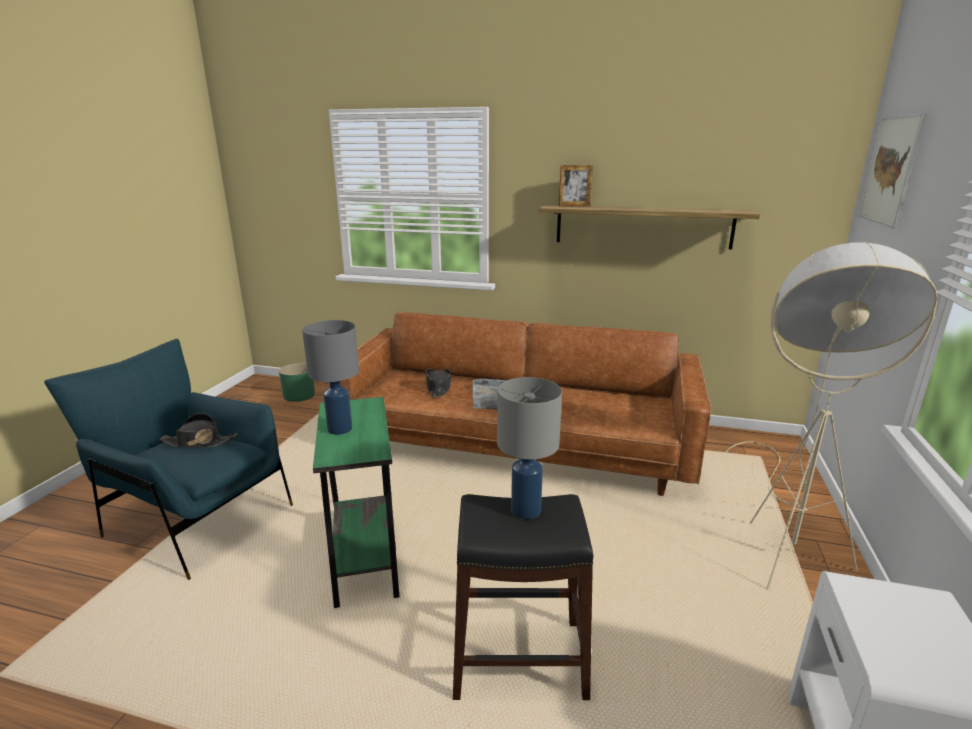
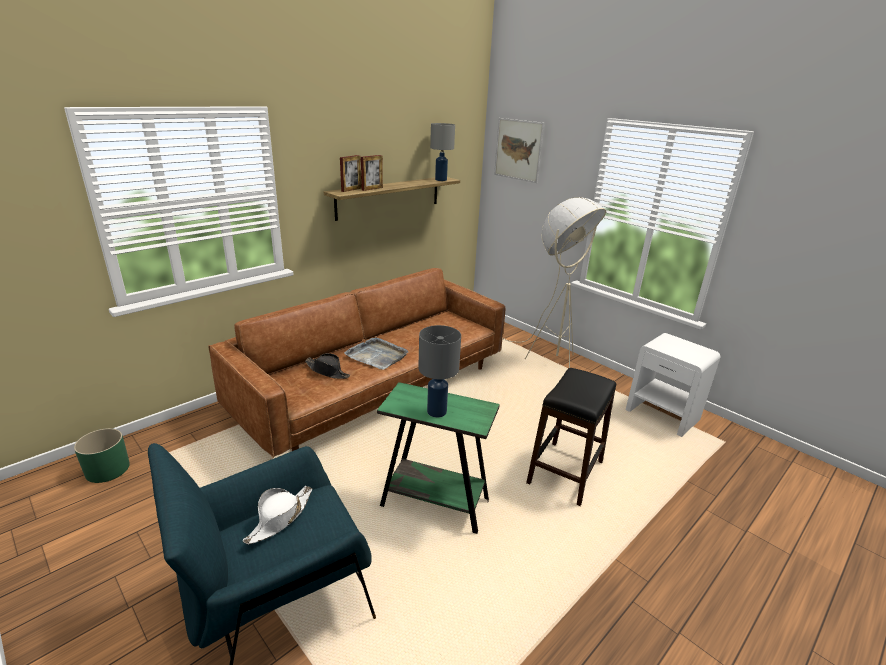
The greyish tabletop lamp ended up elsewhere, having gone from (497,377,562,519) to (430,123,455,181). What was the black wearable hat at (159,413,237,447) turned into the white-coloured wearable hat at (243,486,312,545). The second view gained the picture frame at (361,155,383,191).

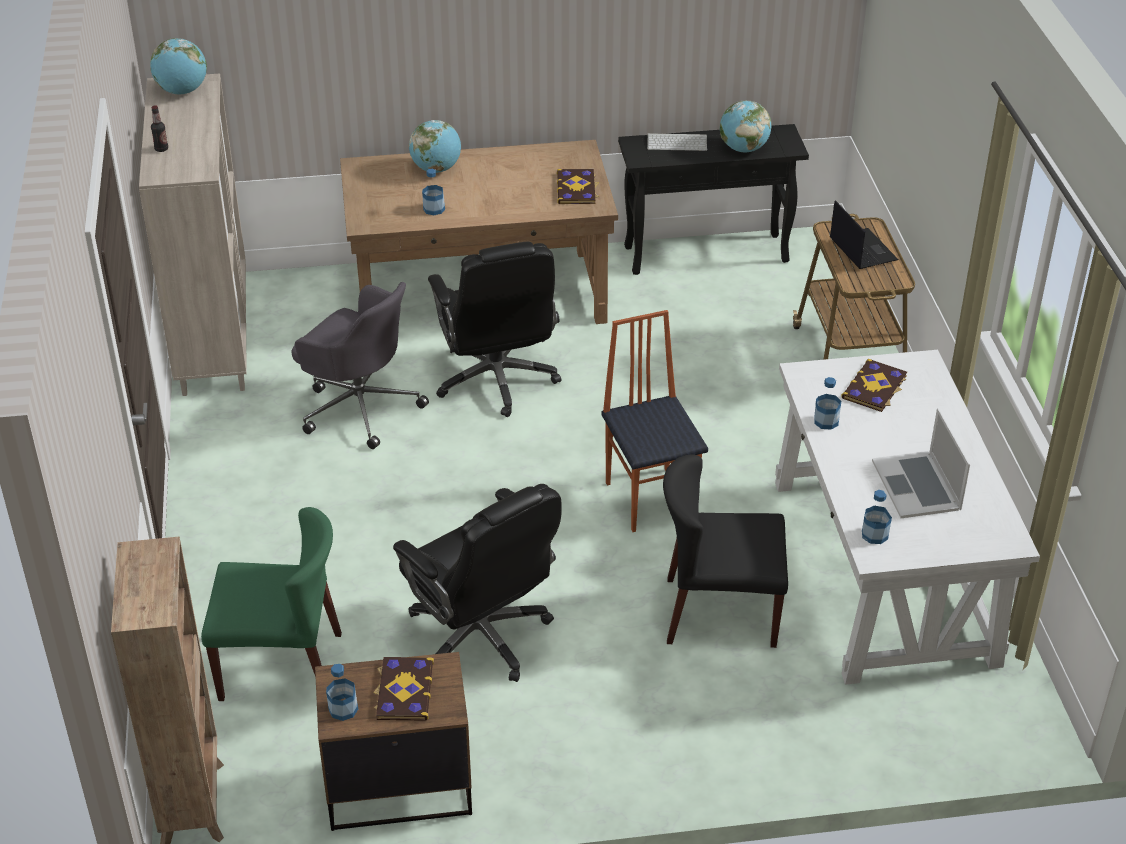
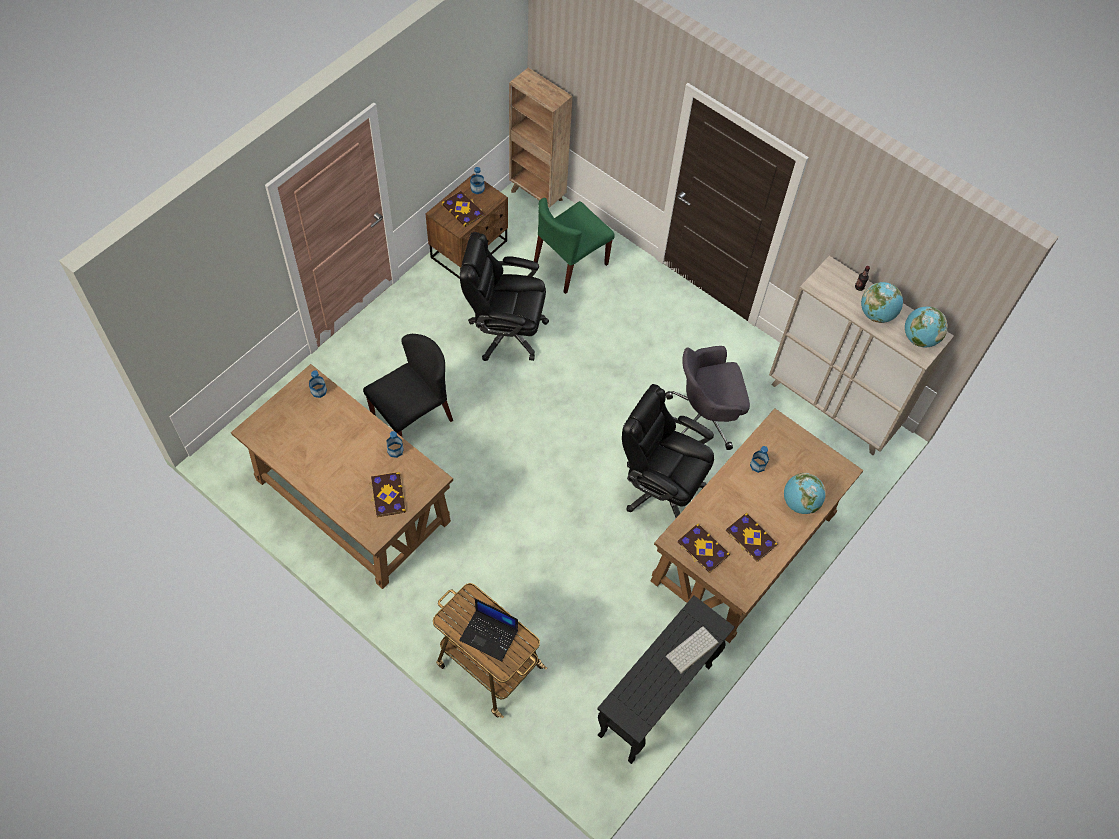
The desk globe ended up elsewhere, having gone from (720,100,772,152) to (861,282,903,323). The second view lost the upright chair at (601,310,708,532). What was the white-coloured desk unit at (775,350,1040,685) turned into the brownish desk unit at (231,364,453,589). The second view lost the notebook computer at (872,408,970,518). The second view gained the volume at (726,513,778,562).

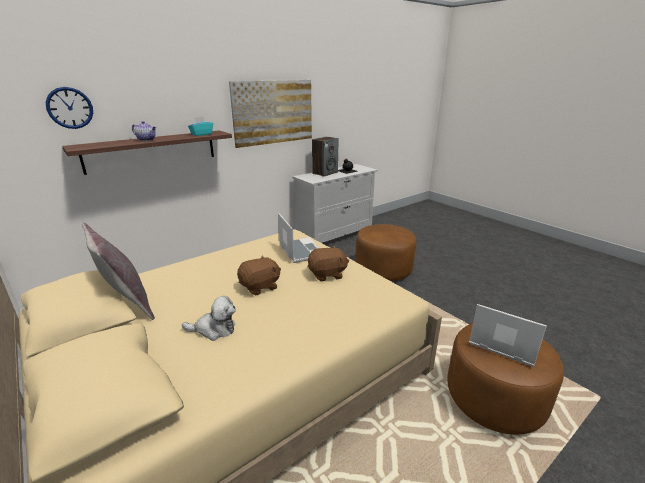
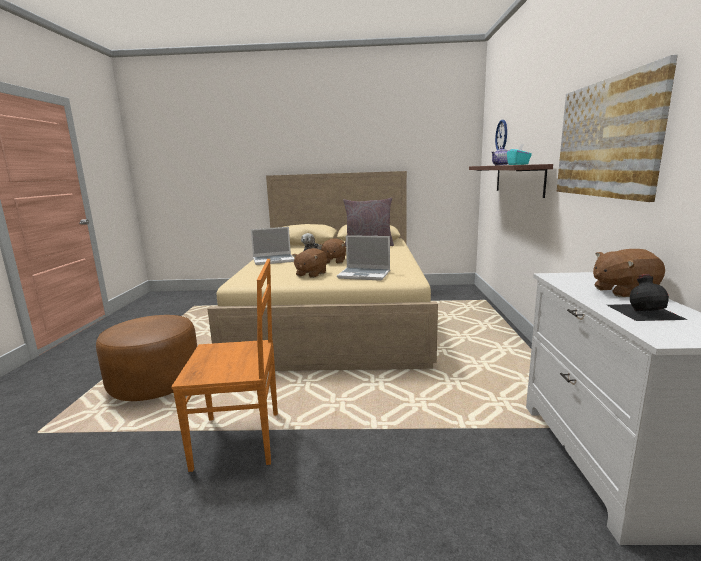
Where the audio speaker stood at (312,137,338,177), the brownish soft toy came to stand at (593,249,665,297). The second view lost the brownish footrest at (355,224,416,281). The notebook computer ended up elsewhere, having gone from (469,304,547,366) to (251,227,295,265). The second view gained the brownish upright chair at (171,259,278,472).

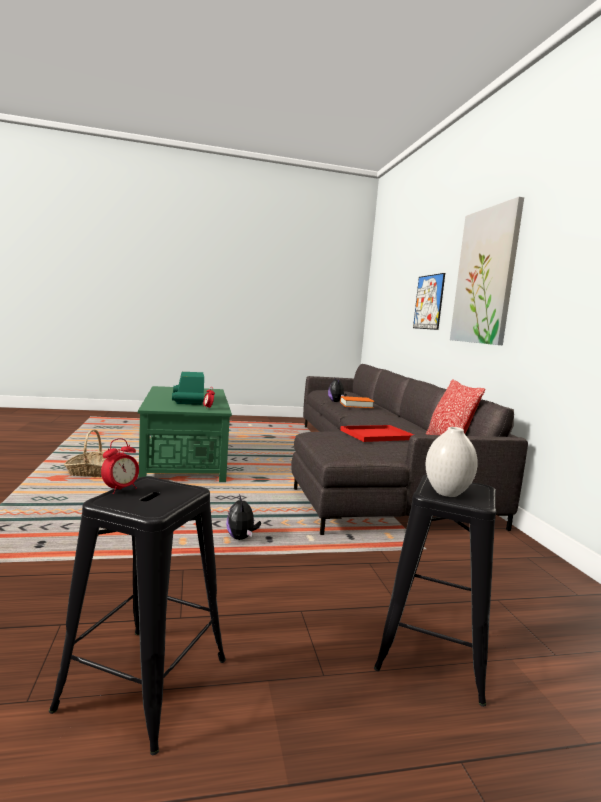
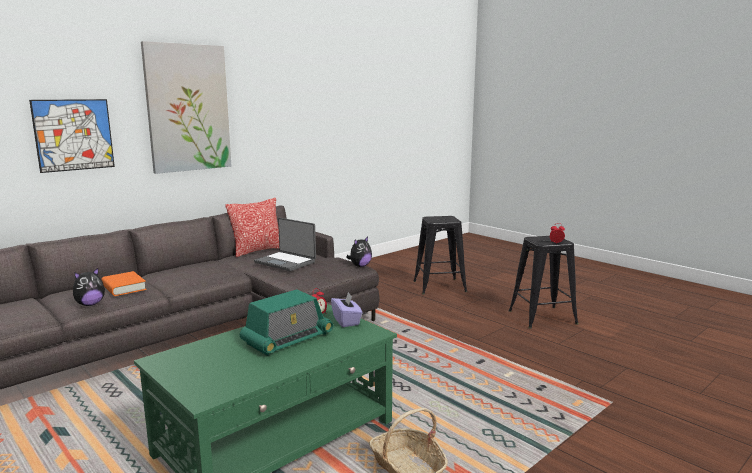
Where the red-coloured carrying tray stood at (340,425,414,442), the notebook computer came to stand at (254,218,316,271). The second view lost the white-coloured decorative vase at (426,427,478,497). The soft toy ended up elsewhere, having gone from (226,494,261,540) to (346,237,372,267). The second view gained the purple-coloured box of tissues at (331,291,363,327).

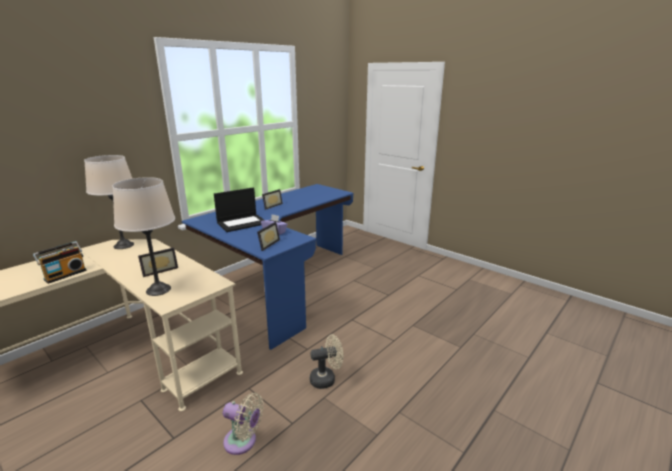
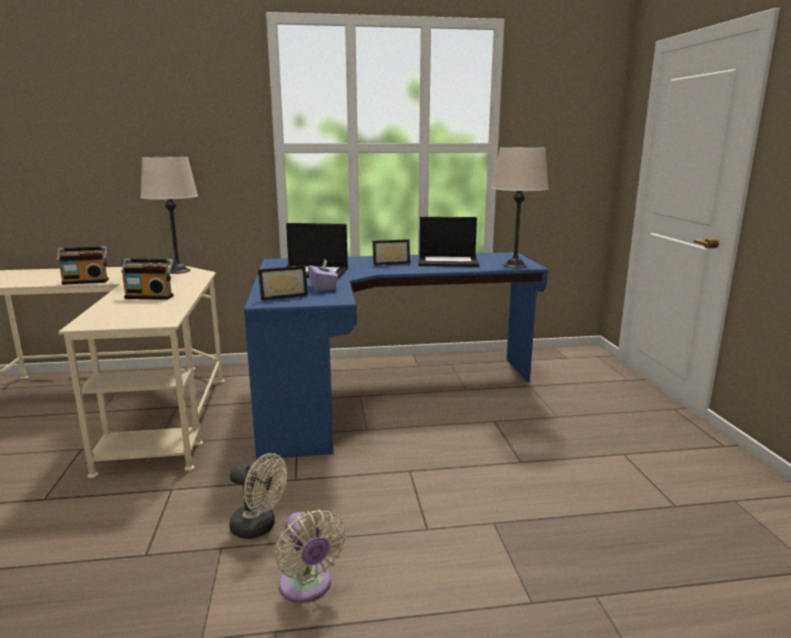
The beige tabletop lamp ended up elsewhere, having gone from (112,177,175,296) to (492,147,549,268). Where the picture frame stood at (138,248,178,277), the radio receiver came to stand at (121,258,174,300). The beige cooling fan ended up elsewhere, having gone from (223,393,264,455) to (275,510,346,603). The second view gained the notebook computer at (419,217,479,267).

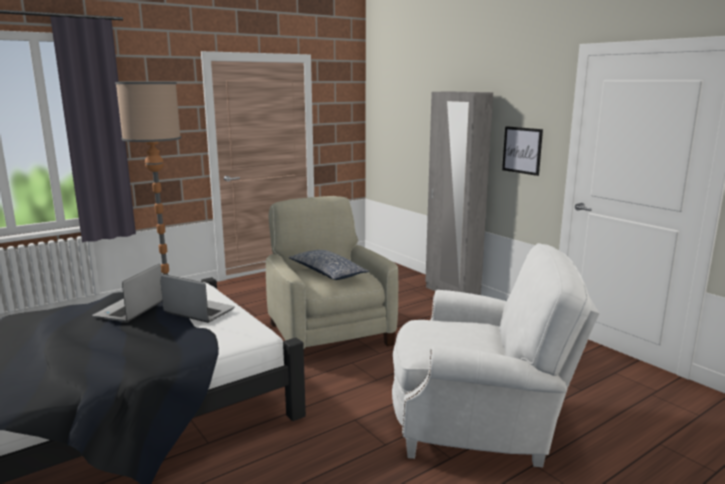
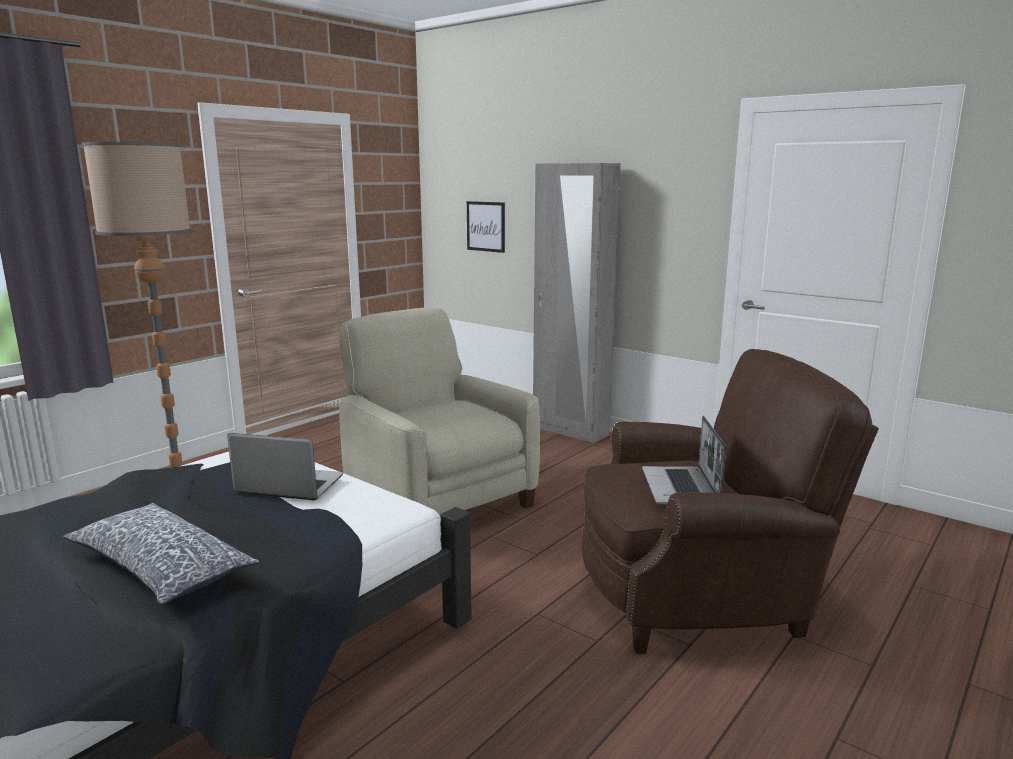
The picture ended up elsewhere, having gone from (502,126,543,176) to (467,201,505,253). What was the white-coloured lounge chair at (392,243,600,467) turned into the brownish lounge chair at (582,349,879,654). The pillow ended up elsewhere, having gone from (288,250,369,280) to (63,503,259,604). The notebook computer ended up elsewhere, having gone from (92,264,163,322) to (642,416,726,505).

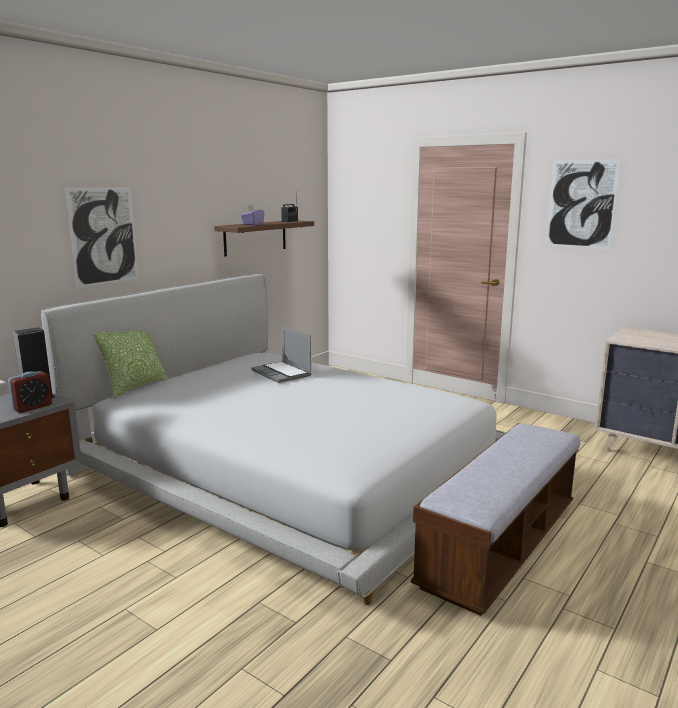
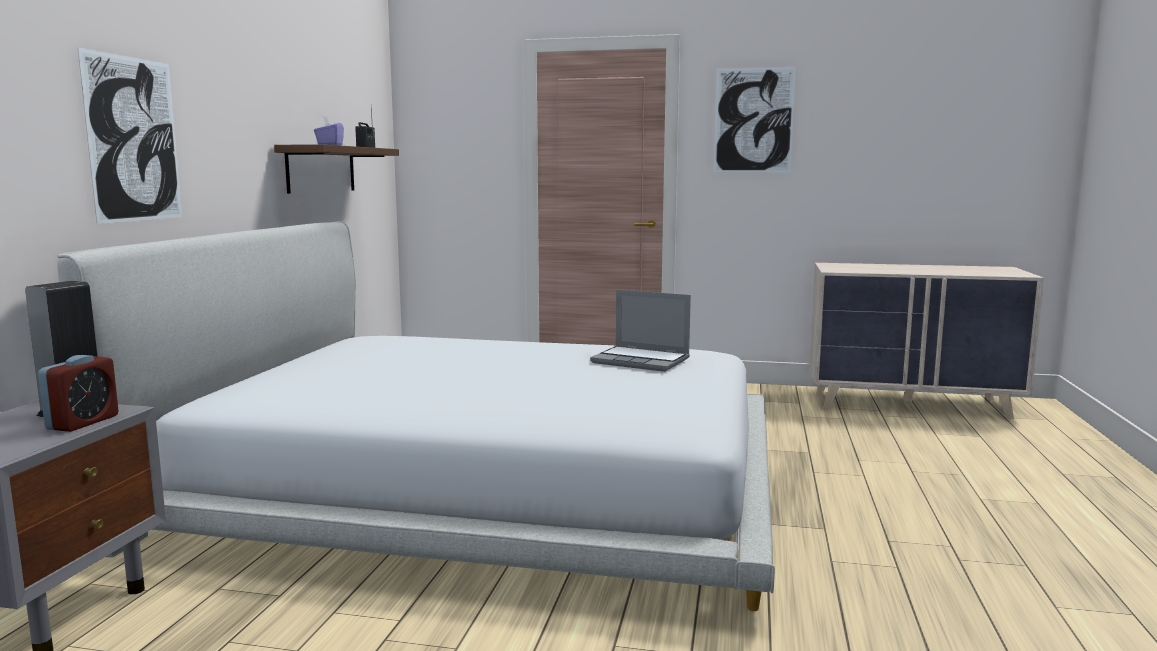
The notebook computer ended up elsewhere, having gone from (251,326,312,383) to (590,290,691,372). The second view lost the pillow at (93,330,168,398). The second view lost the bench at (411,423,580,616).

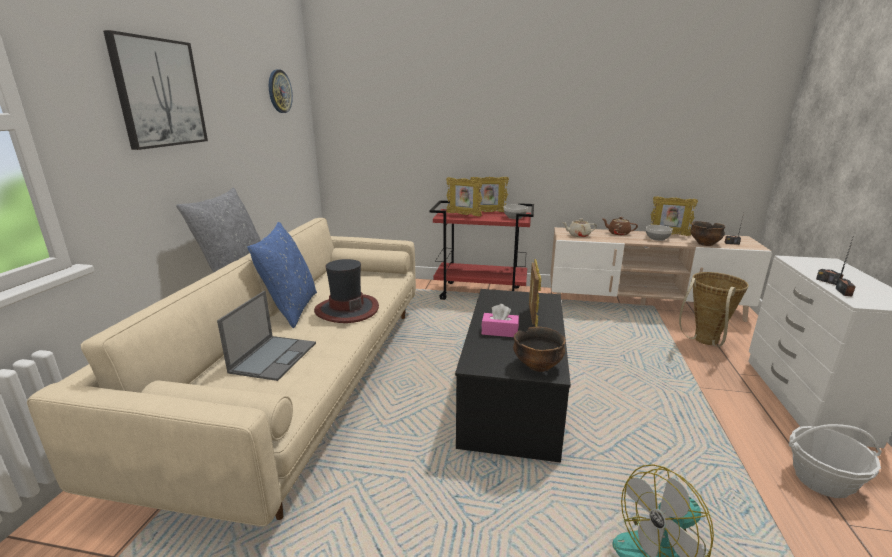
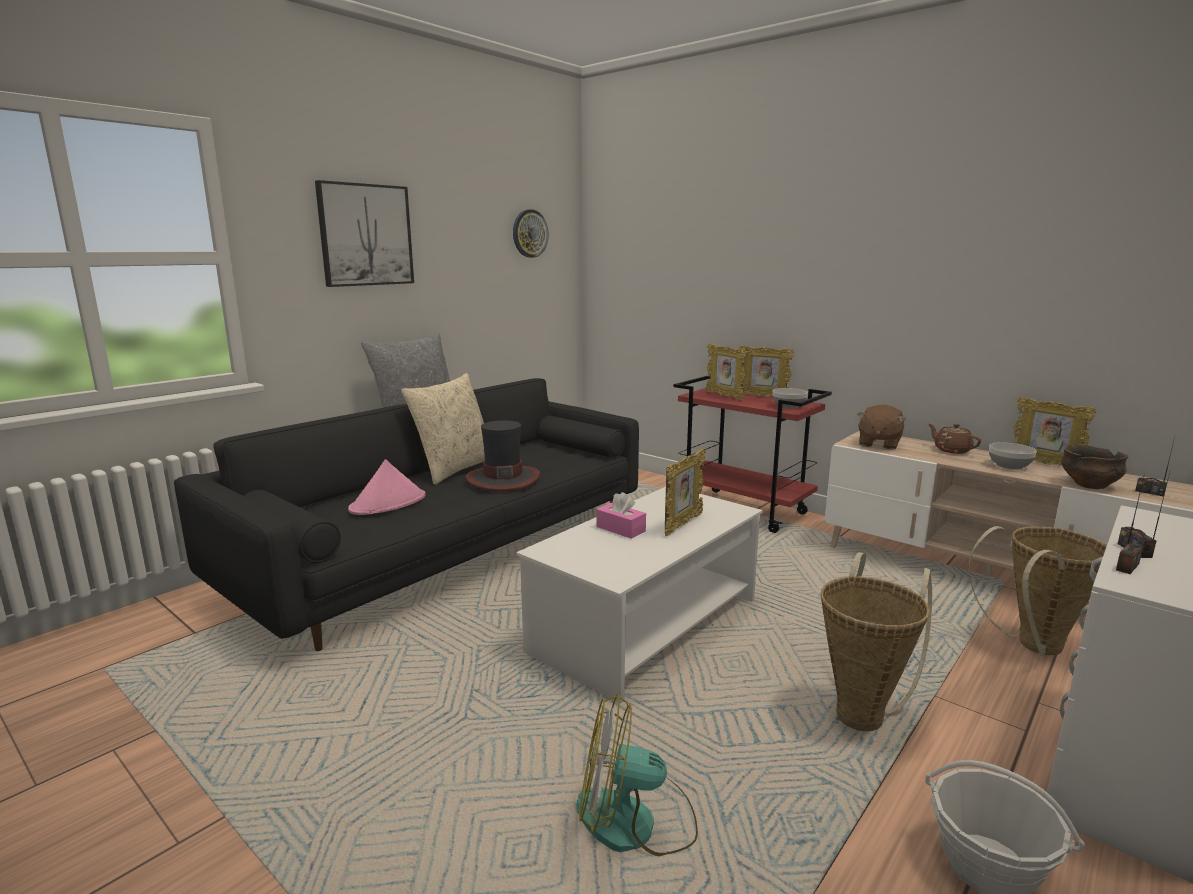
What was the beige couch at (27,218,416,527) turned into the black couch at (174,378,639,651). Where the beige pot for tea stood at (562,218,597,237), the brownish soft toy came to stand at (857,405,906,450). What was the blue pillow at (247,222,317,328) turned into the beige pillow at (401,373,485,485). What was the black low table at (455,289,571,463) turned into the white-coloured low table at (516,487,763,703). Where the notebook computer stood at (217,291,316,381), the pinkish wearable hat came to stand at (348,460,425,515). The second view lost the deep dish at (513,327,566,372). The second view gained the household basket at (821,552,932,731).

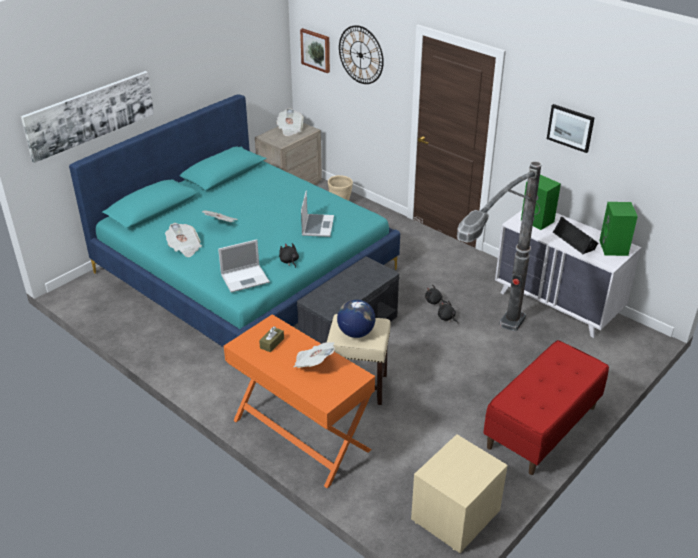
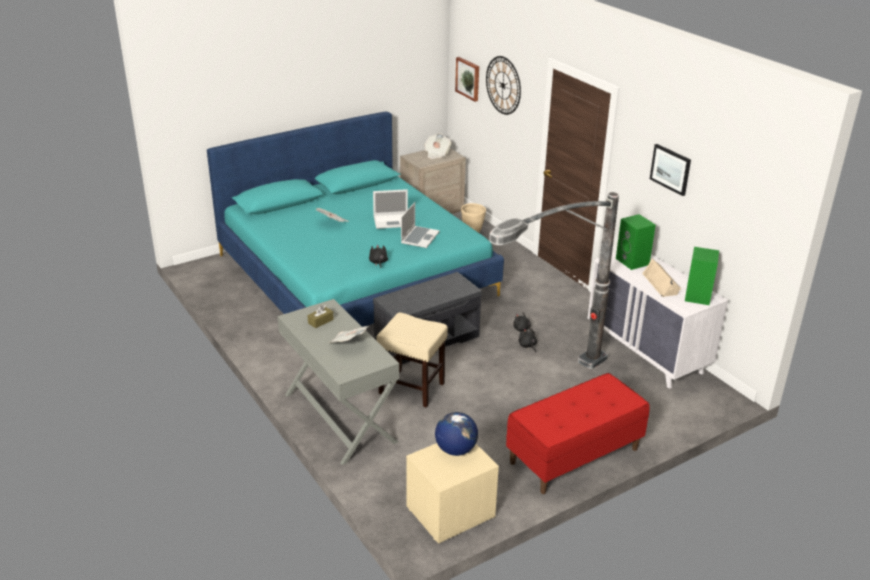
The second view lost the picture at (21,71,154,163). What was the black audio speaker at (553,216,599,254) turned into the beige audio speaker at (642,258,681,297). The second view lost the newspaper at (165,223,202,257). The notebook computer ended up elsewhere, having gone from (218,239,270,293) to (373,189,408,229). The desk globe ended up elsewhere, having gone from (337,299,376,338) to (435,412,478,456). What was the orange-coloured desk unit at (224,314,375,488) turned into the greyish desk unit at (277,299,399,465).

